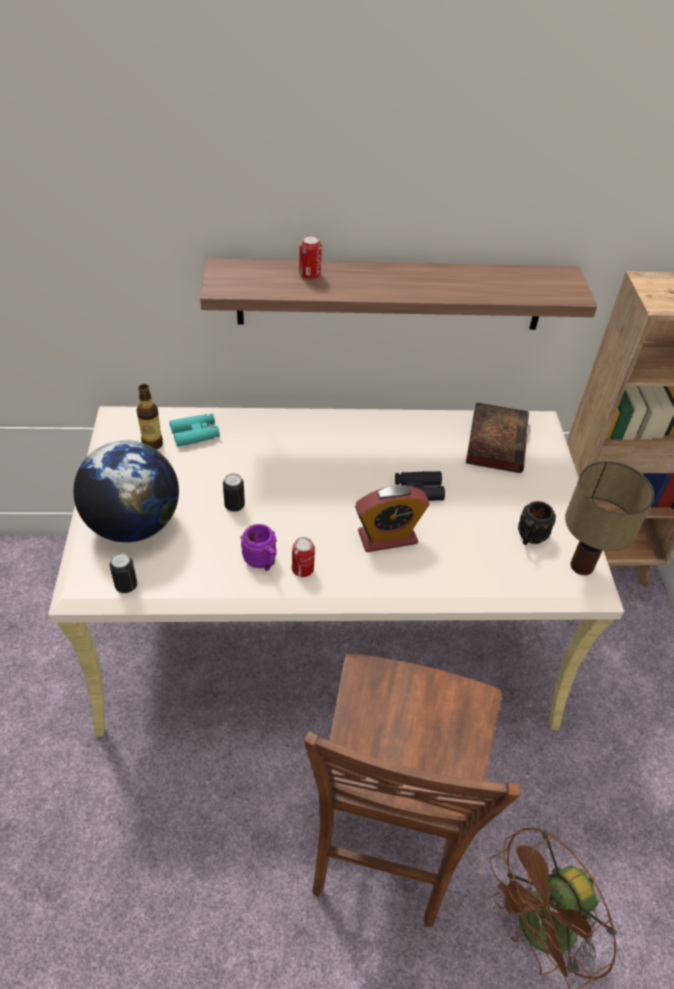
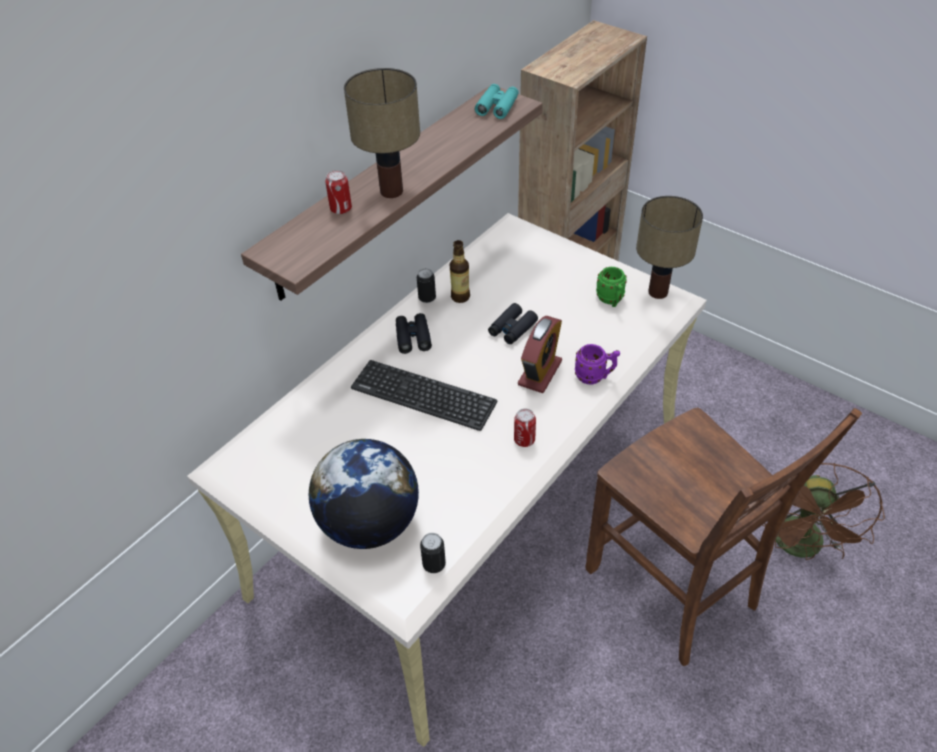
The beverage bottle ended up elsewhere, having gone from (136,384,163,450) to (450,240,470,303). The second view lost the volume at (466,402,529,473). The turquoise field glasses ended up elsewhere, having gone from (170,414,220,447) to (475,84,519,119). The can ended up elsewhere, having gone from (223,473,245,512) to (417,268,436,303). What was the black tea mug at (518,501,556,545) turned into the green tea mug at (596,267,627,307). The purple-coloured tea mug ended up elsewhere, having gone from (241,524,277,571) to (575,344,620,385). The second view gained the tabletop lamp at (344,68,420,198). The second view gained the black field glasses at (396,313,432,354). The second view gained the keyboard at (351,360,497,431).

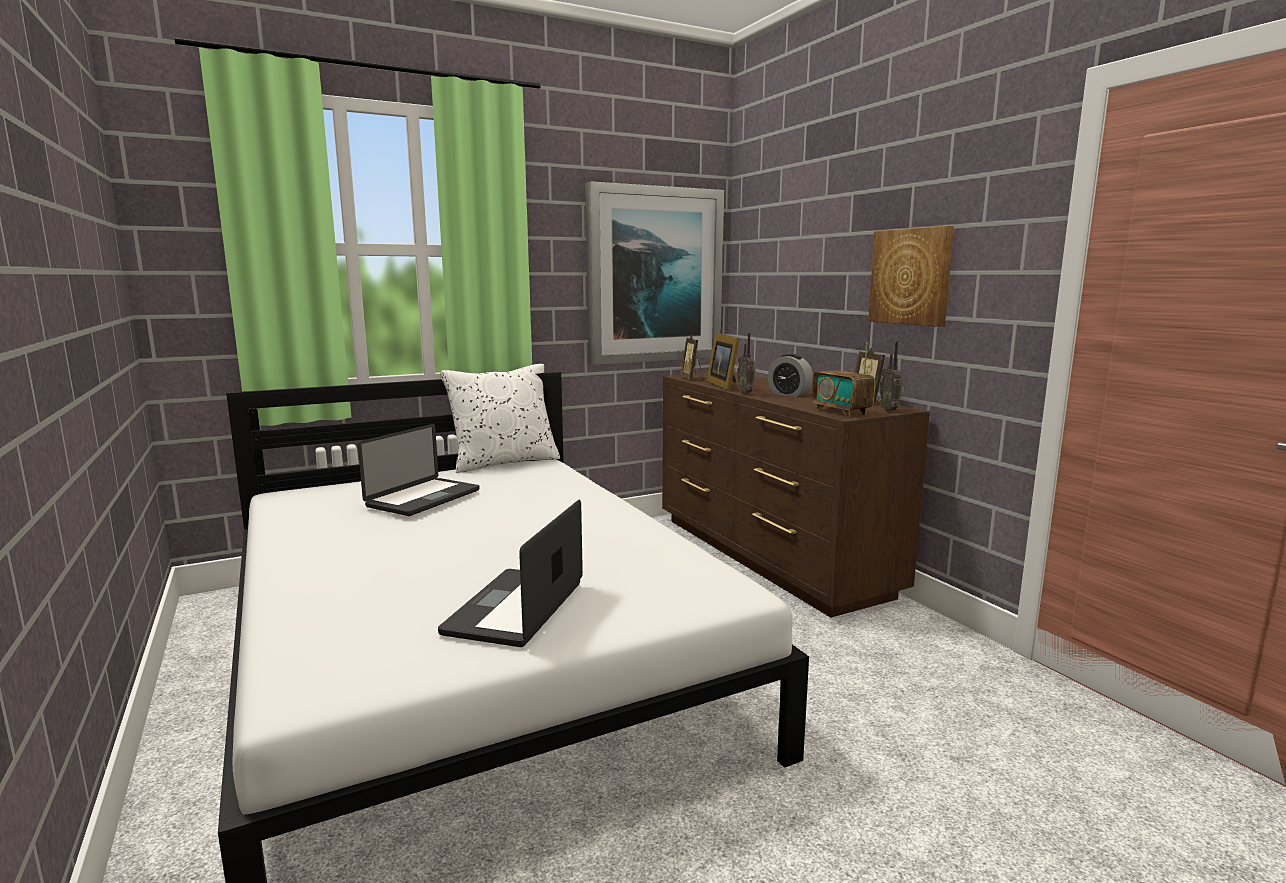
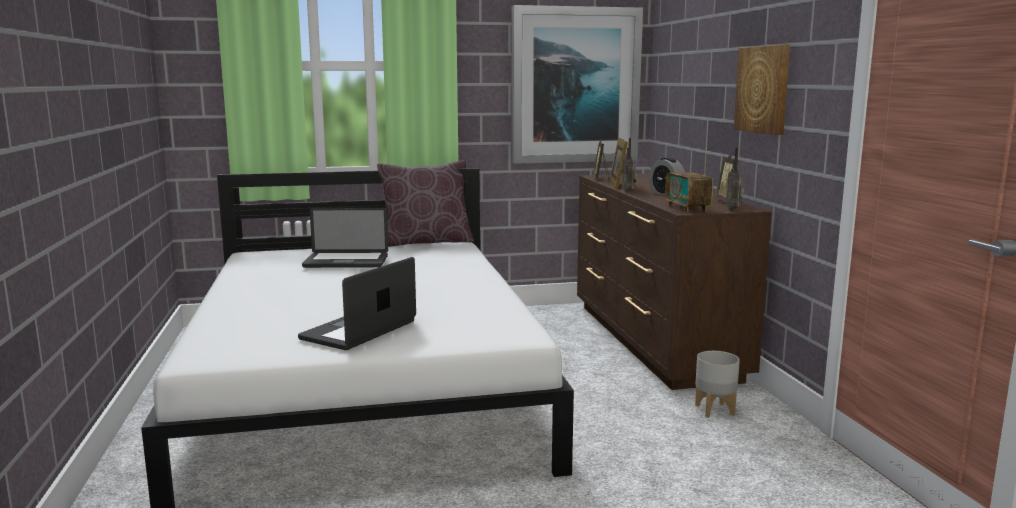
What was the white-coloured pillow at (440,364,560,473) turned into the brownish pillow at (377,161,474,247). The notebook computer at (358,424,479,516) ended up facing another way, 45 degrees clockwise from before. The second view gained the greyish flower pot at (695,351,740,418).

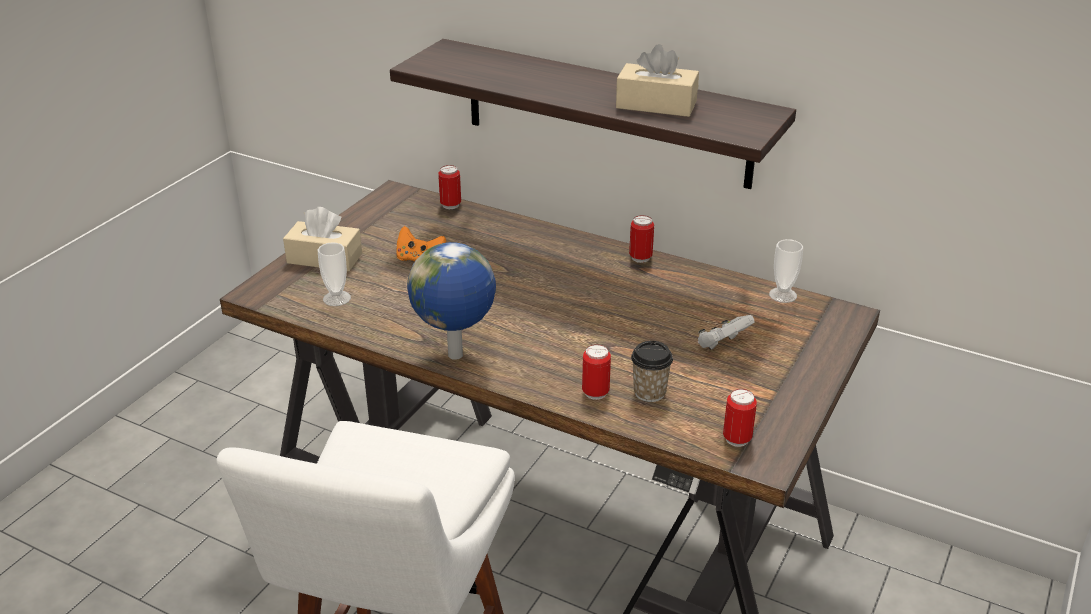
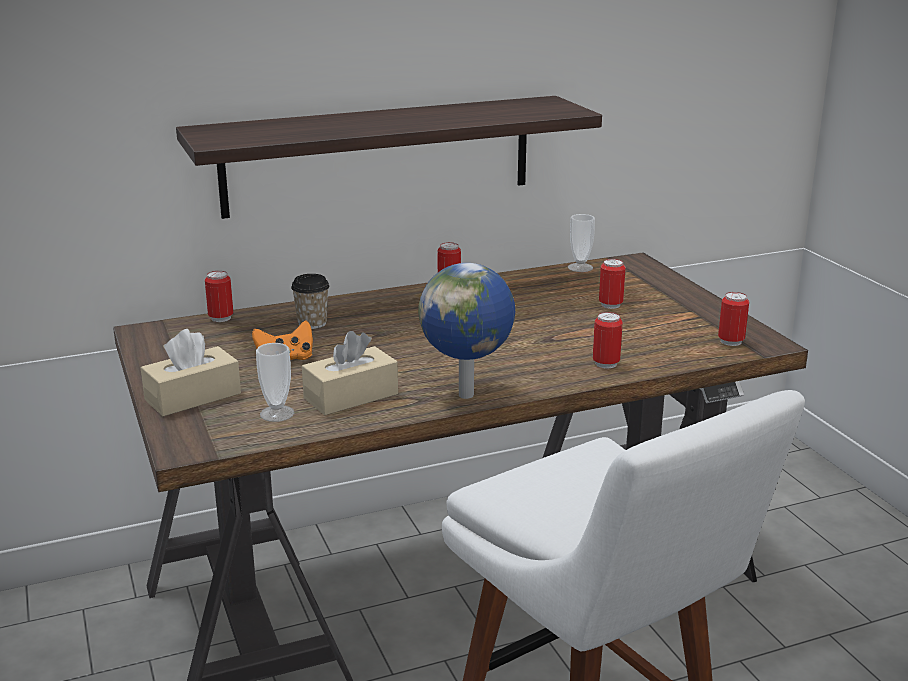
The beige box of tissues ended up elsewhere, having gone from (616,44,699,117) to (302,331,398,415). Where the white-coloured game controller stood at (698,315,754,349), the can came to stand at (599,259,626,309). The drinking cup ended up elsewhere, having gone from (631,341,673,402) to (291,274,329,329).

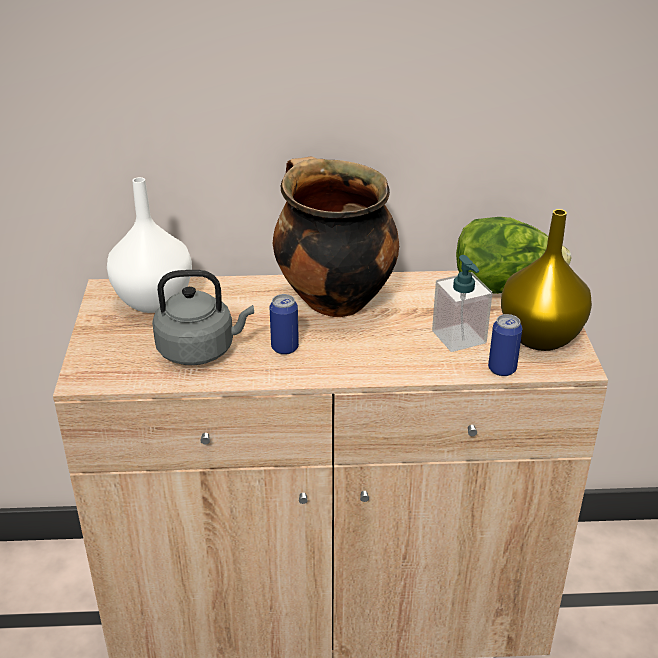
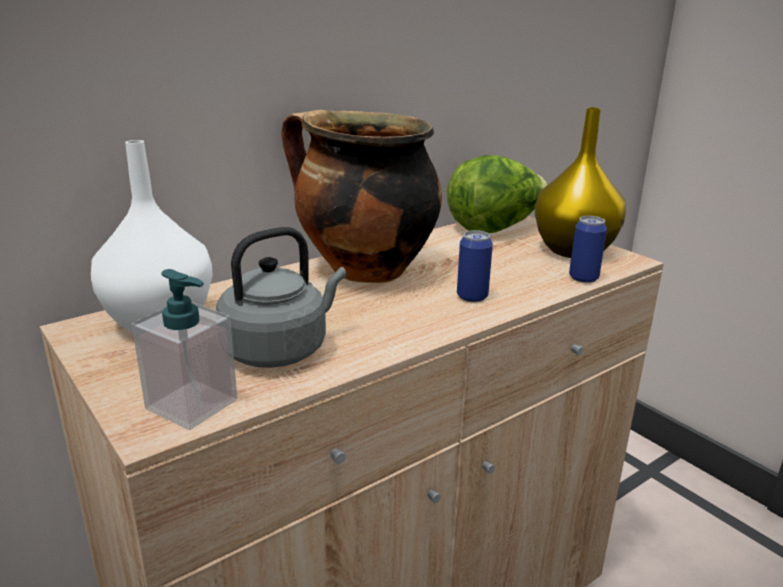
The soap bottle ended up elsewhere, having gone from (432,255,492,352) to (132,269,237,430). The can ended up elsewhere, having gone from (270,294,299,355) to (457,230,493,302).

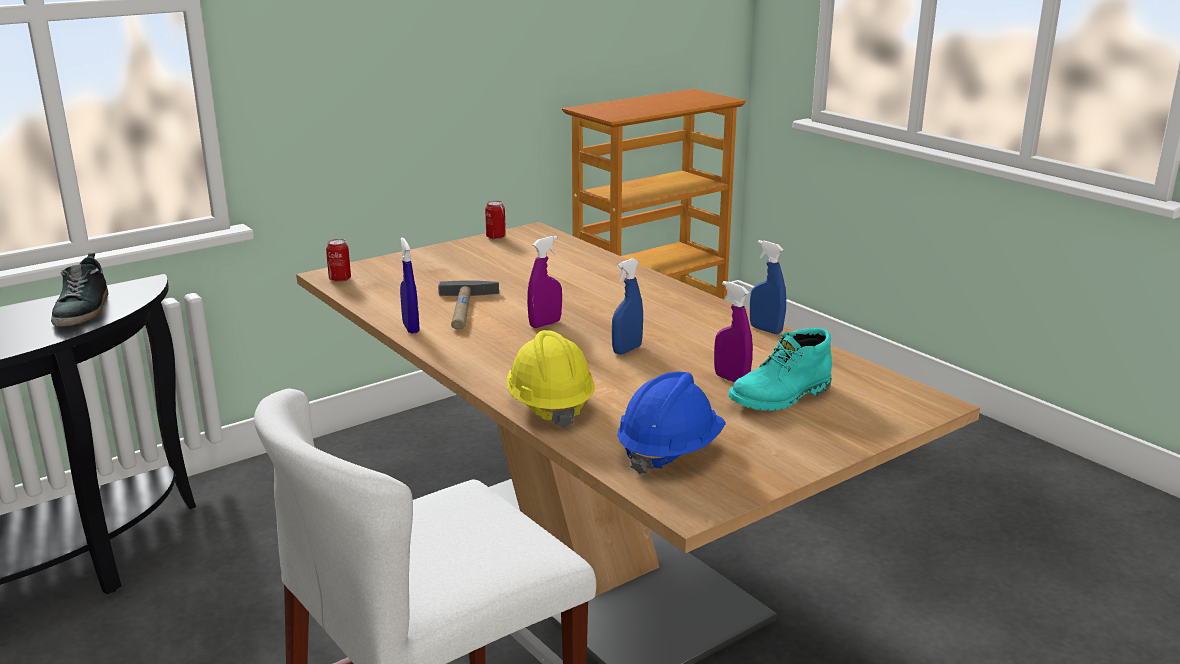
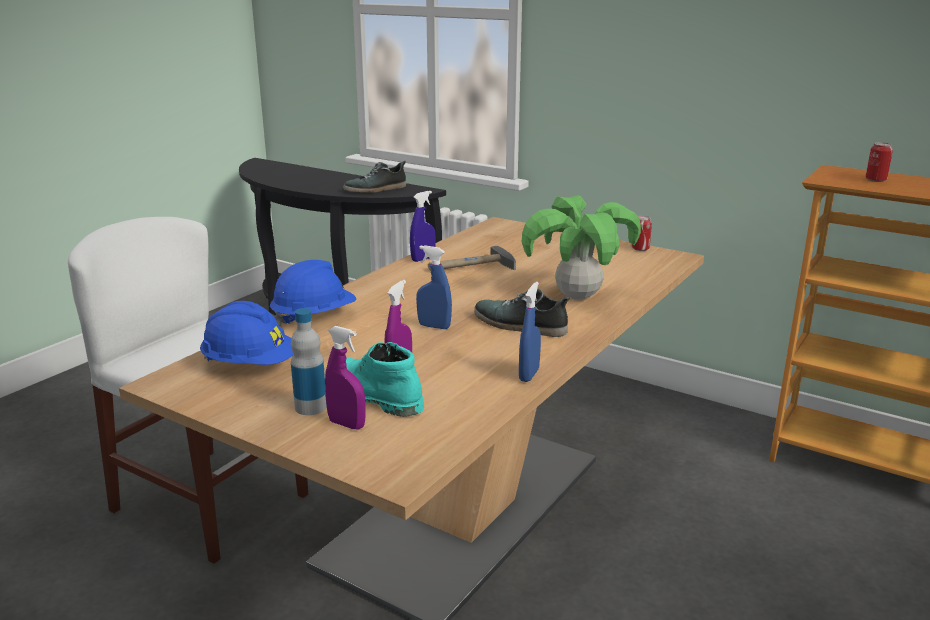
The purple-coloured sprayer ended up elsewhere, having gone from (527,236,562,328) to (325,326,366,430). The can ended up elsewhere, having gone from (326,239,351,282) to (865,142,893,182). What was the yellow-coloured safety helmet at (507,330,595,428) turned into the blue safety helmet at (270,260,356,327). The second view gained the houseplant at (522,195,641,300). The second view gained the shoe at (474,289,571,337). The second view gained the beverage bottle at (291,308,327,415).

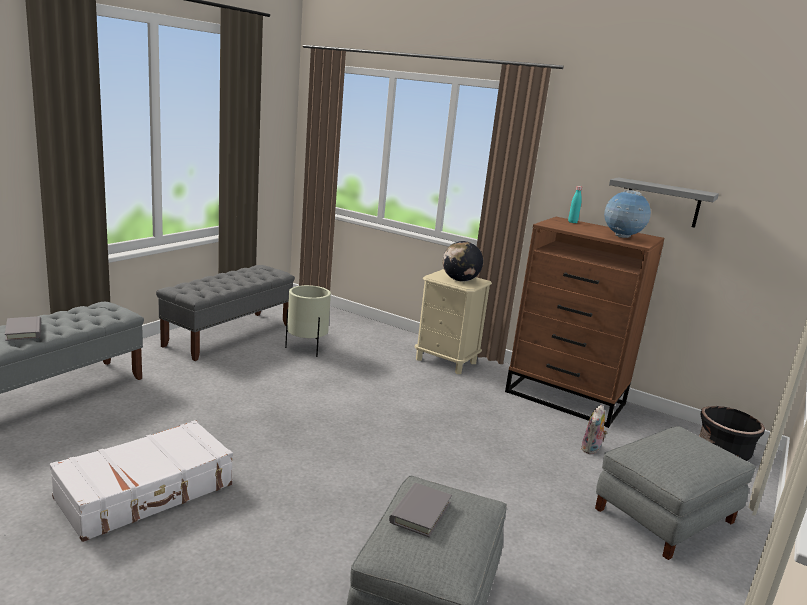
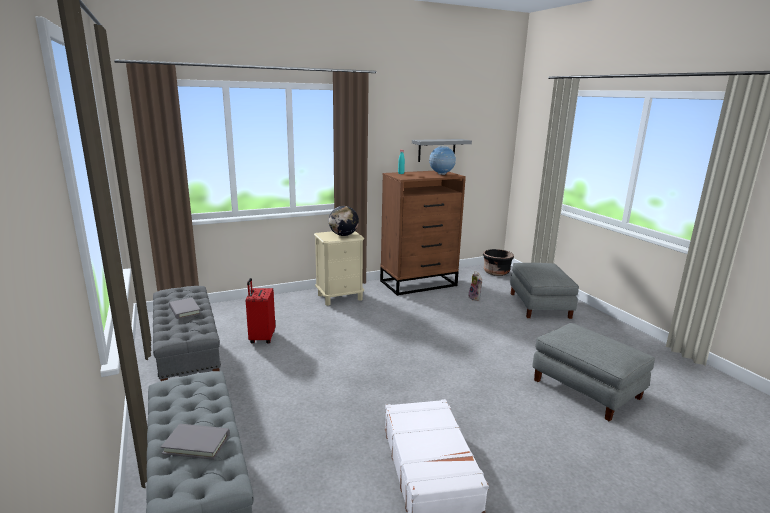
Where the beige flower pot stood at (285,285,331,357), the red-coloured suitcase came to stand at (246,278,275,343). The greyish volume ended up elsewhere, having gone from (389,483,452,537) to (169,298,201,319).

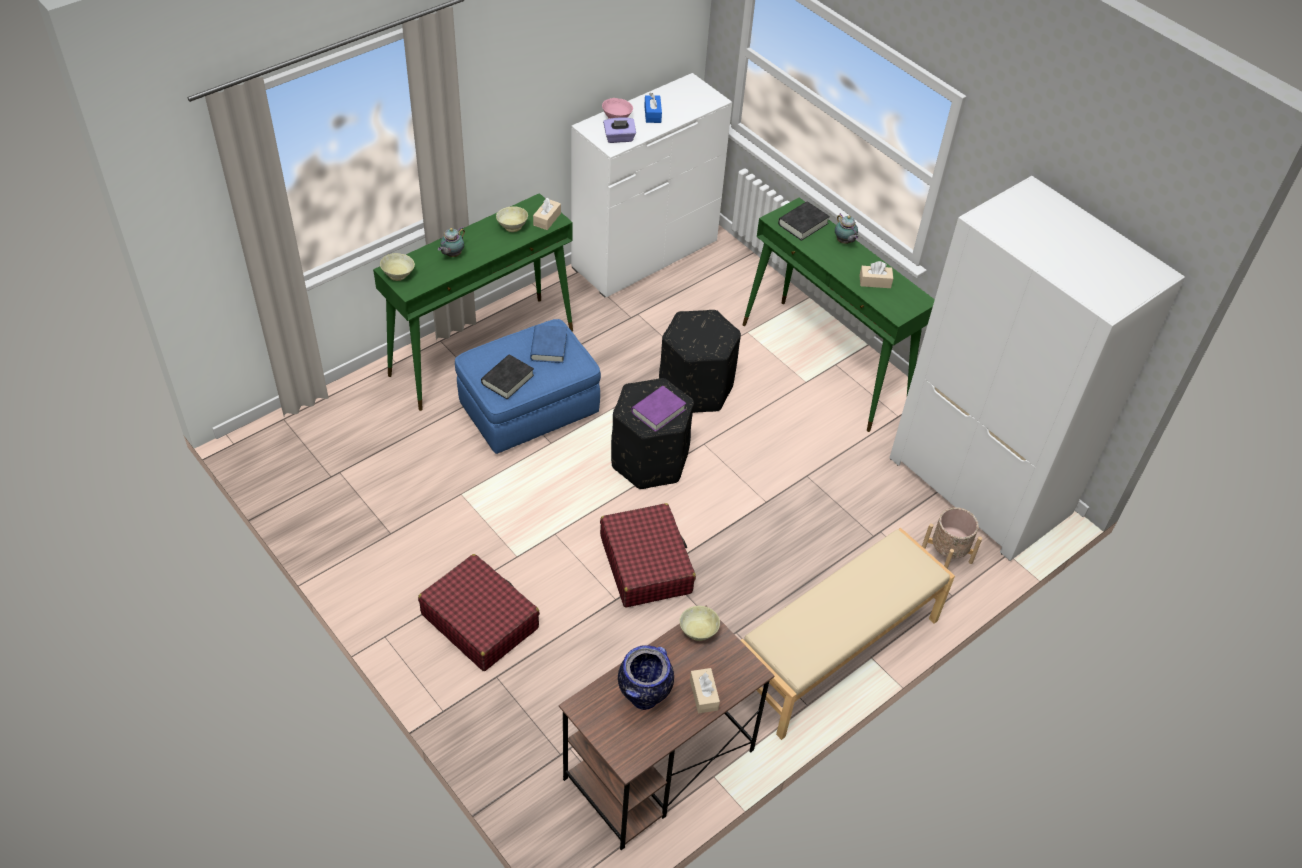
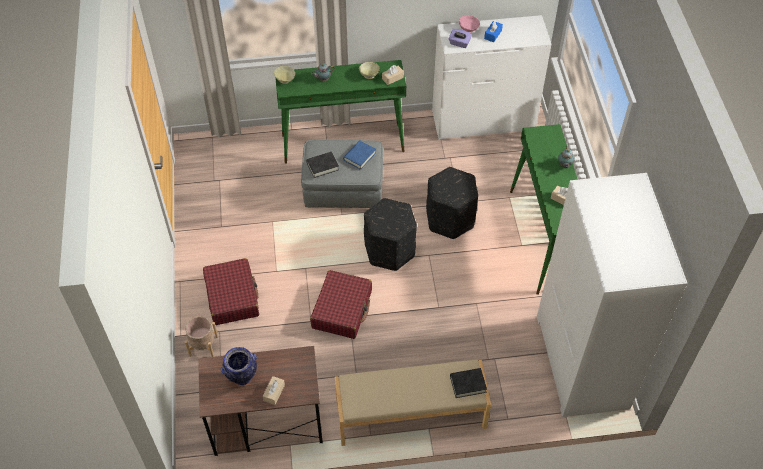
The black volume ended up elsewhere, having gone from (778,201,830,241) to (450,368,487,398). What was the blue footrest at (455,319,601,454) turned into the greyish footrest at (301,139,383,208). The second view lost the purple-coloured volume at (631,386,686,432). The beige flower pot ended up elsewhere, having gone from (922,507,982,569) to (185,316,218,357). The second view lost the beige deep dish at (679,606,720,641).

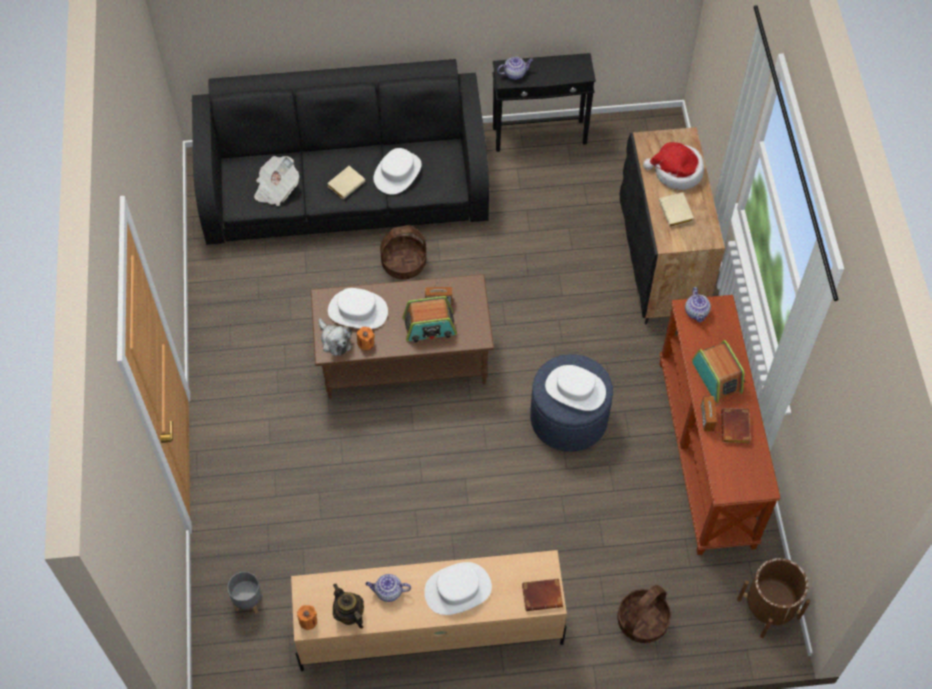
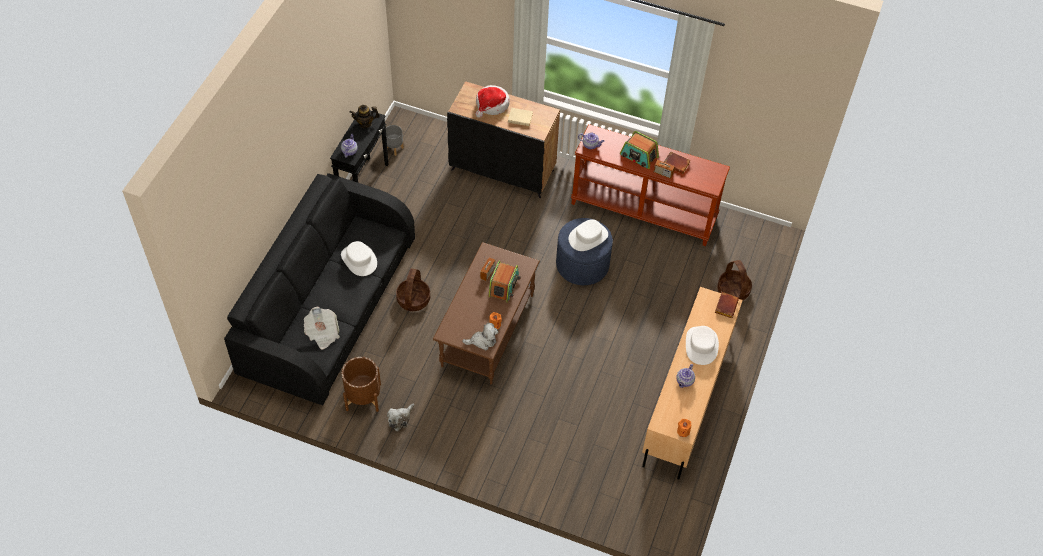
The second view lost the beige volume at (327,166,365,199). The second view lost the white-coloured wearable hat at (328,288,388,329). The radio receiver at (692,340,745,403) ended up facing another way, 150 degrees counterclockwise from before. The brownish flower pot ended up elsewhere, having gone from (737,558,810,638) to (342,357,381,412). The greyish flower pot ended up elsewhere, having gone from (227,572,262,614) to (386,125,404,156). The pot for tea ended up elsewhere, having gone from (333,584,364,628) to (350,105,380,128). The second view gained the soft toy at (387,403,414,432).

